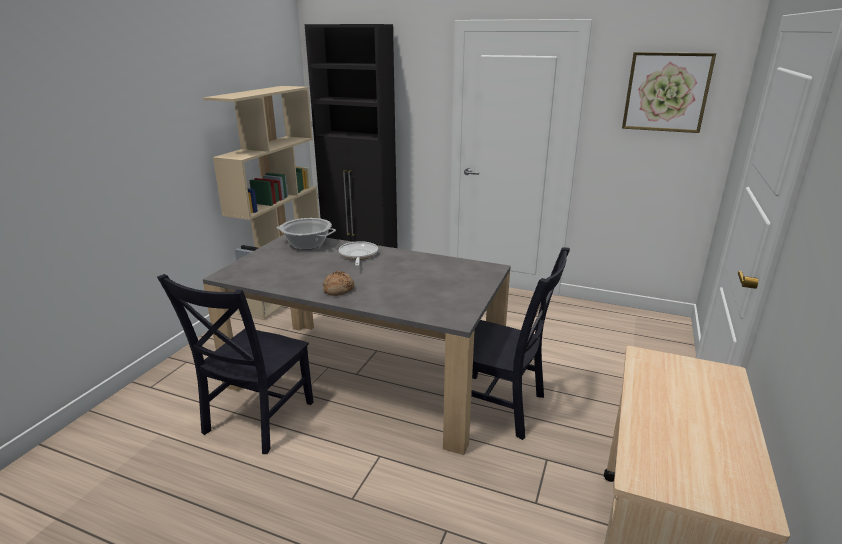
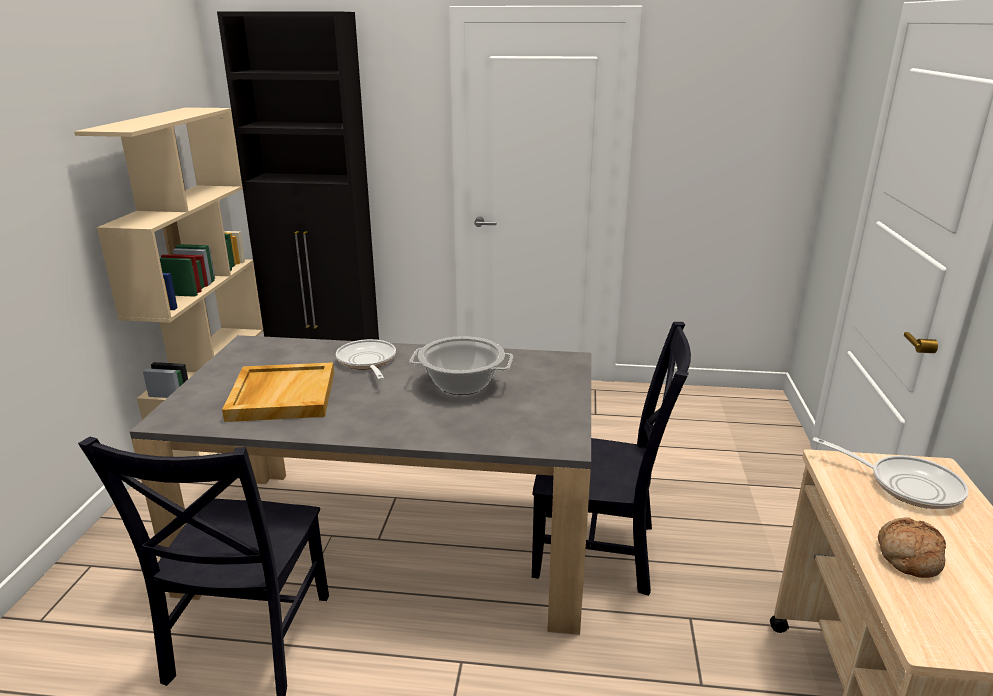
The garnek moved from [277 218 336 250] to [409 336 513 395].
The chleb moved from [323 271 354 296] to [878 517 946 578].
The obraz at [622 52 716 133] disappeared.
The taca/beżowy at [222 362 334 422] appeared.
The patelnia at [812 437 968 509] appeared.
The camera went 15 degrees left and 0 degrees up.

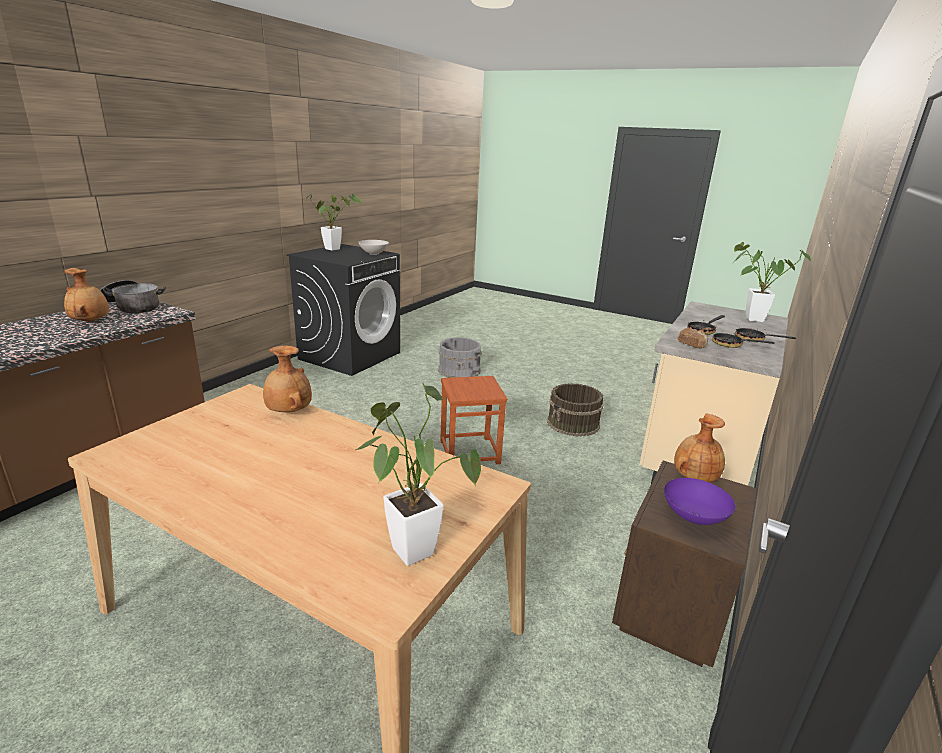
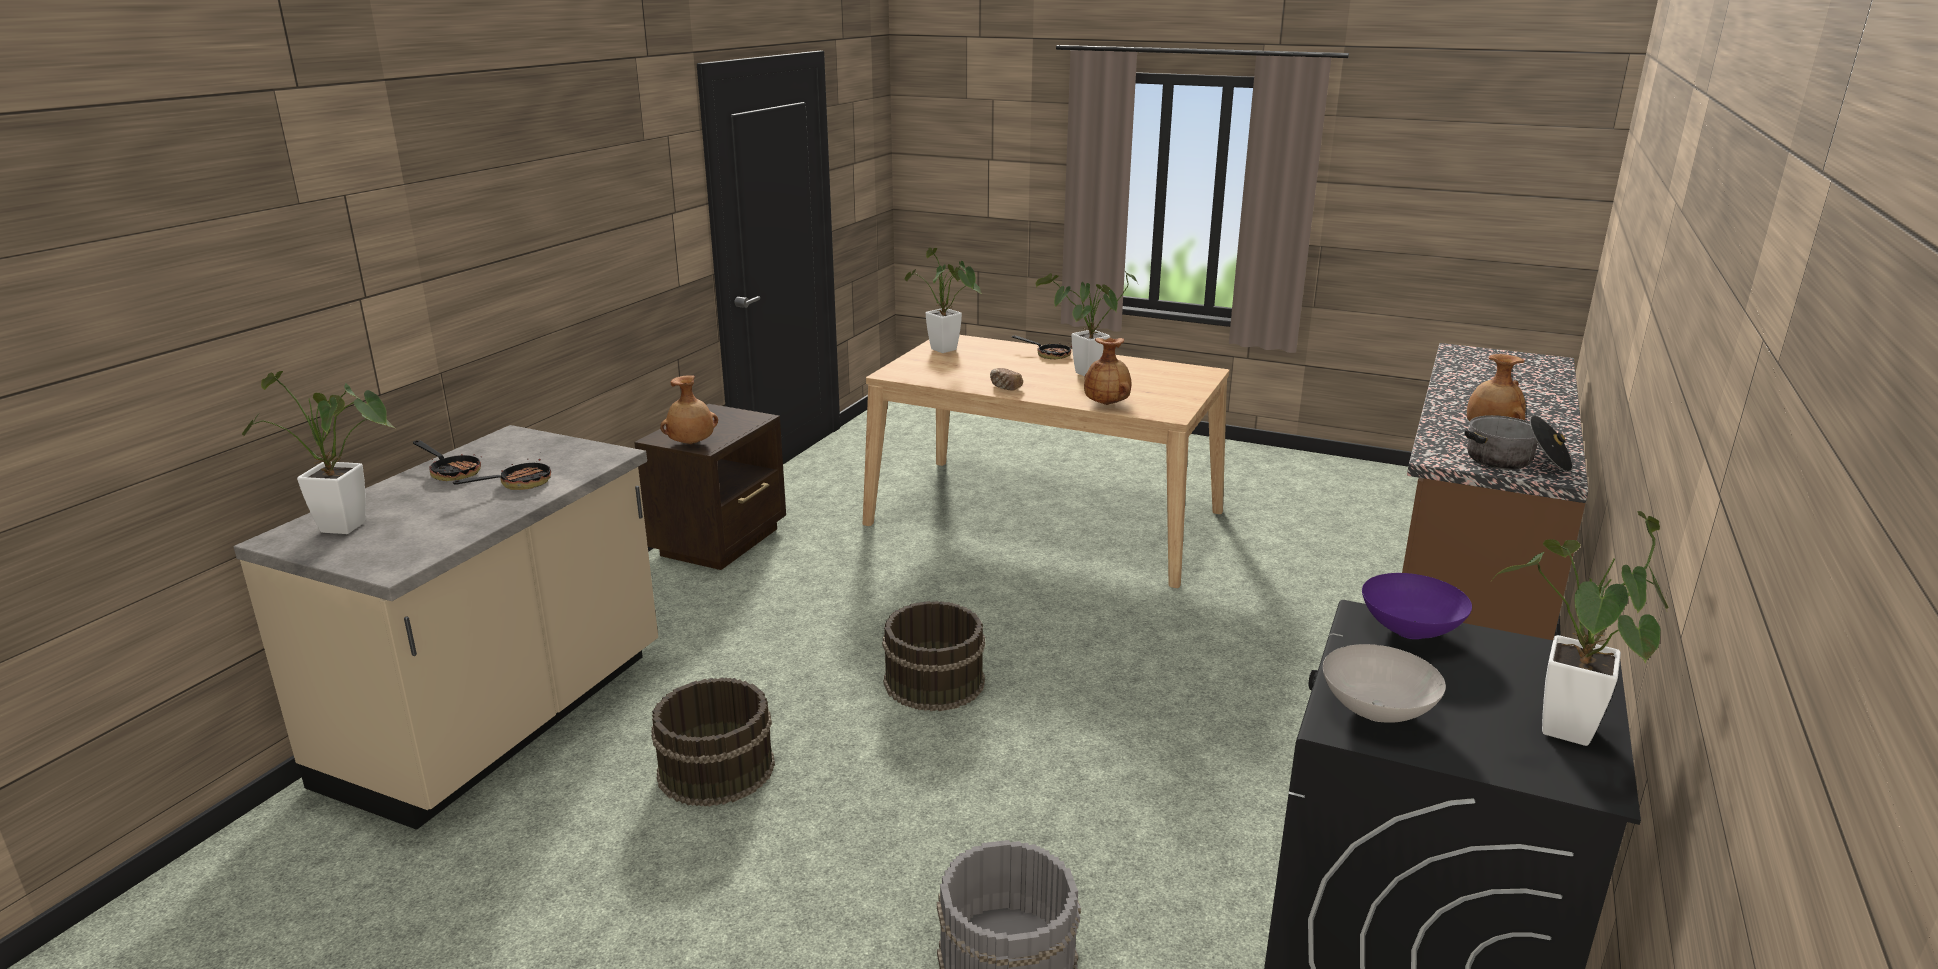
The stołek/brązowy at [440 376 507 464] was replaced by the wiadro/brązowy at [882 601 985 711].
The miska/fioletowy moved from [664 478 736 525] to [1362 573 1472 639].
The chleb moved from [678 328 708 348] to [990 368 1023 391].
The patelnia moved from [712 329 775 348] to [1012 336 1072 359].
The roślina doniczkowa at [1035 271 1138 376] appeared.
The camera went 175 degrees right and 0 degrees up.

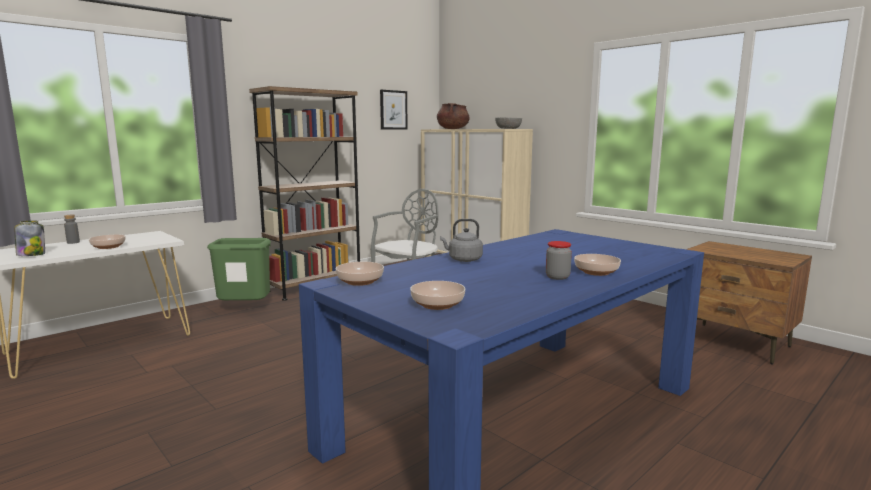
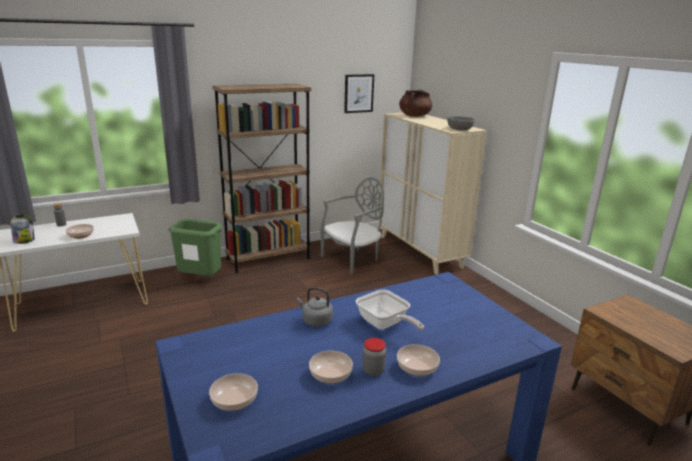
The miska moved from [335 262 384 286] to [309 351 353 384].
The patelnia at [356 290 424 331] appeared.
The camera went 15 degrees right and 10 degrees up.

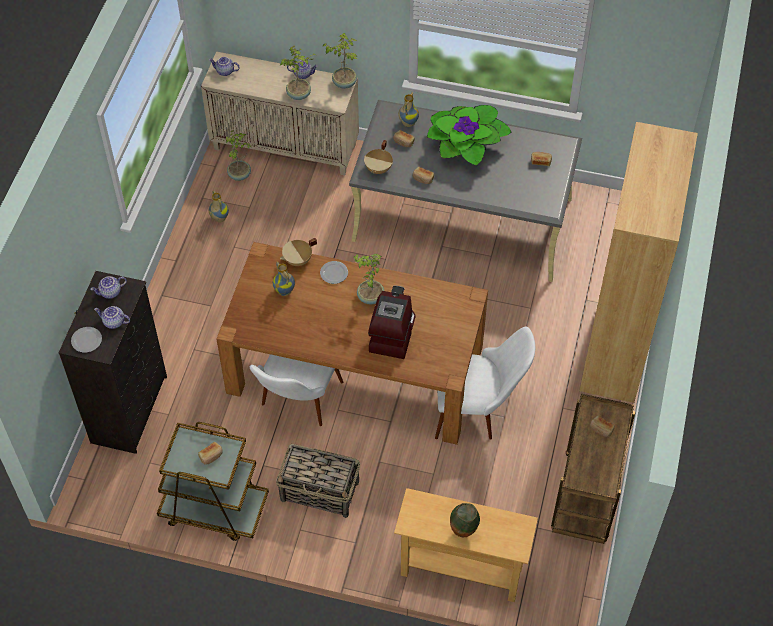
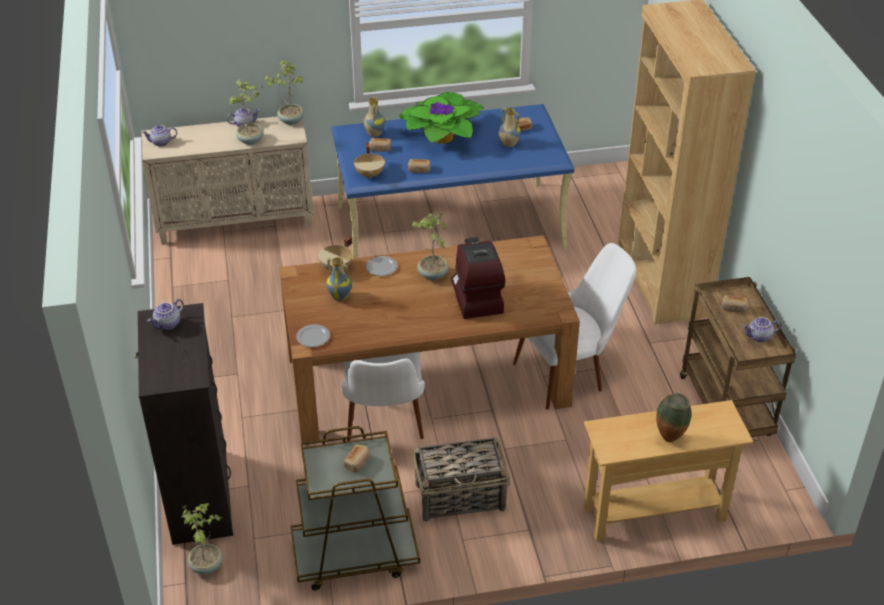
The talerz moved from [71 327 102 353] to [296 324 330 347].
The imbryk moved from [94 306 130 329] to [743 317 781 342].
The wazon moved from [209 190 229 222] to [499 108 521 147].
The roślina doniczkowa moved from [226 130 251 181] to [181 503 223 574].
The biurko/szary at [349 100 582 282] became the biurko/niebieski at [331 104 574 258].
The camera went 25 degrees left and 15 degrees down.

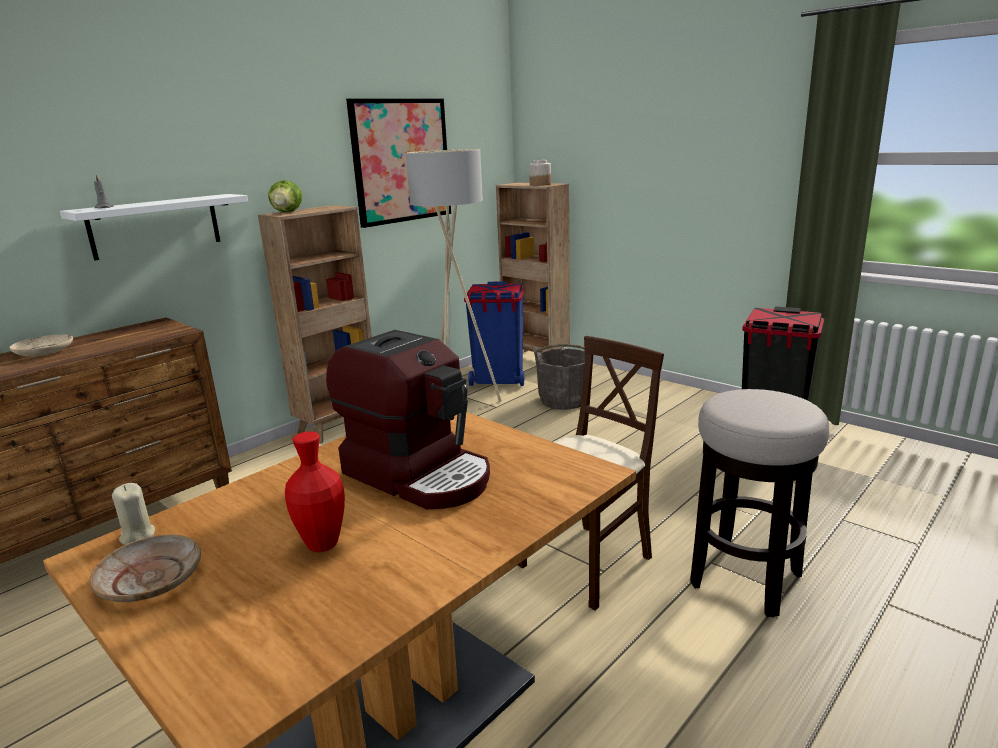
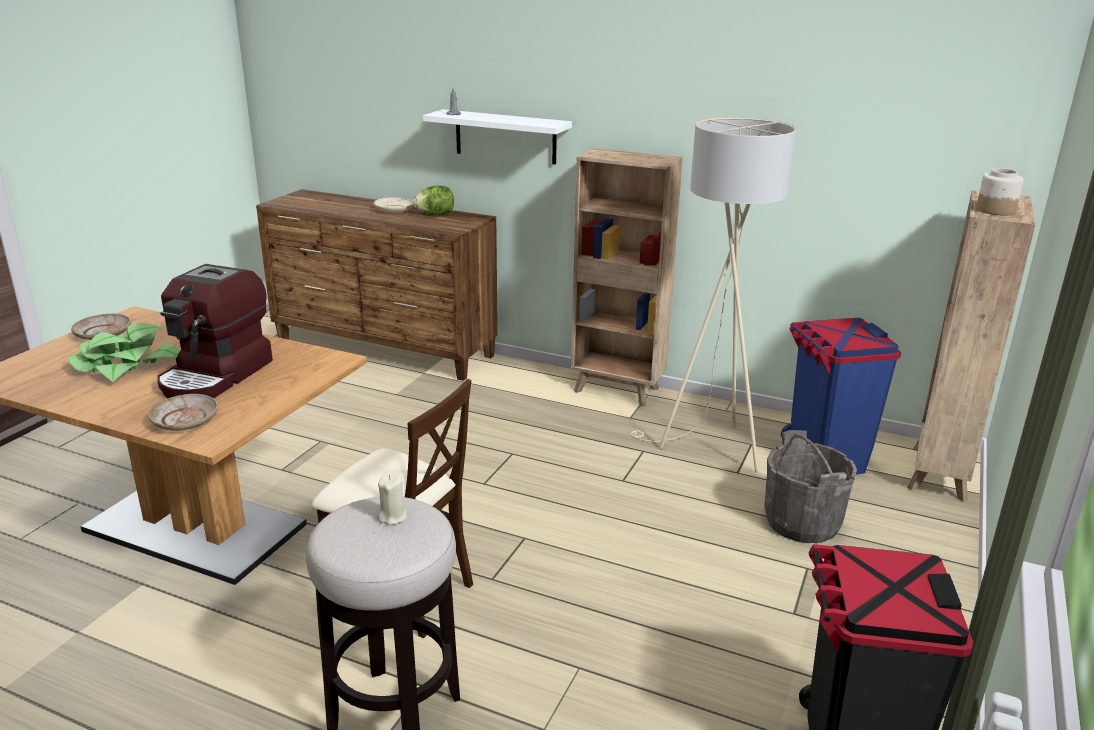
The świeca/beżowy moved from [112 483 155 545] to [377 473 407 525].
The sałata moved from [268 180 302 212] to [413 185 454 216].
The wazon/czerwony at [285 432 345 552] was replaced by the roślina doniczkowa at [68 323 180 382].
The obraz at [346 98 451 228] disappeared.
The talerz/beżowy at [148 394 218 431] appeared.
The camera went 70 degrees right and 5 degrees up.

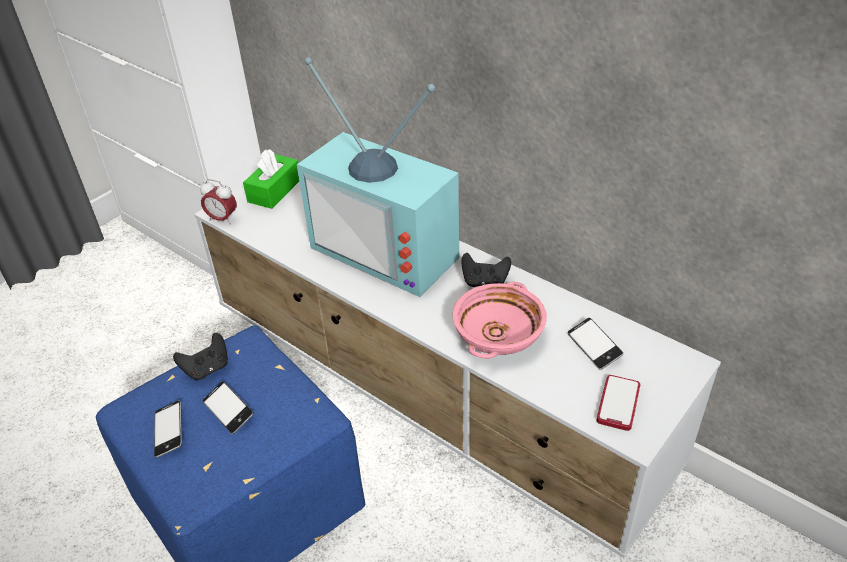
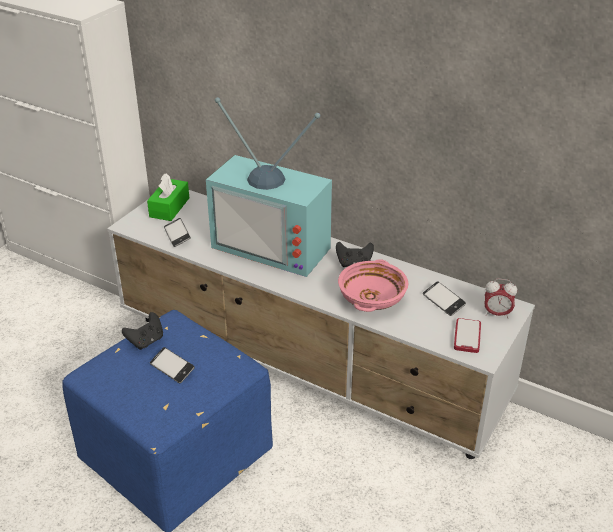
The telefon moved from [154 400 182 458] to [164 218 191 247].
The budzik moved from [200 179 237 225] to [484 278 517 319].
The camera went 10 degrees left and 5 degrees down.

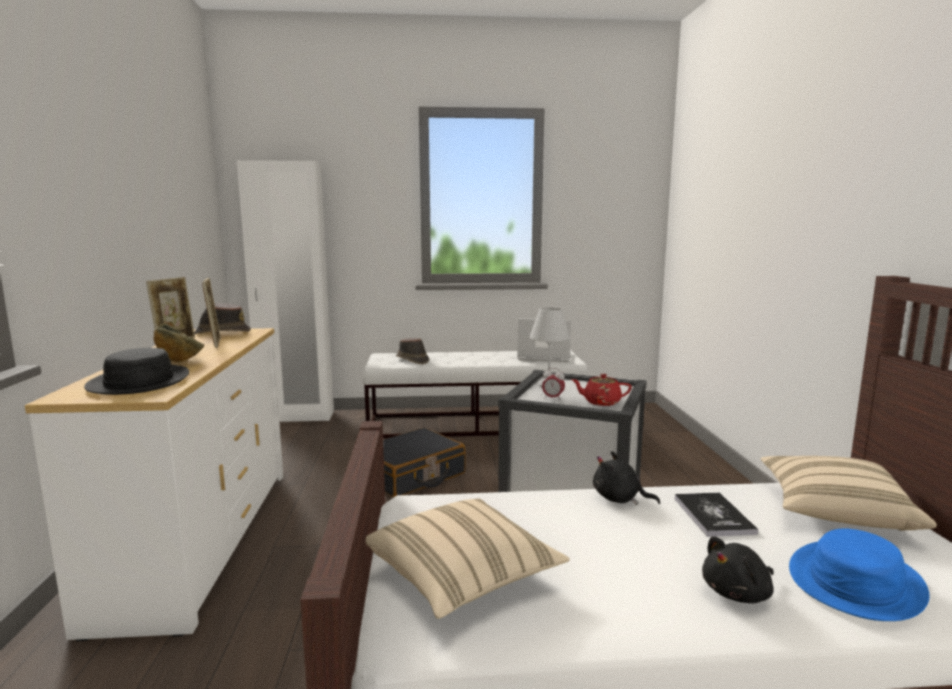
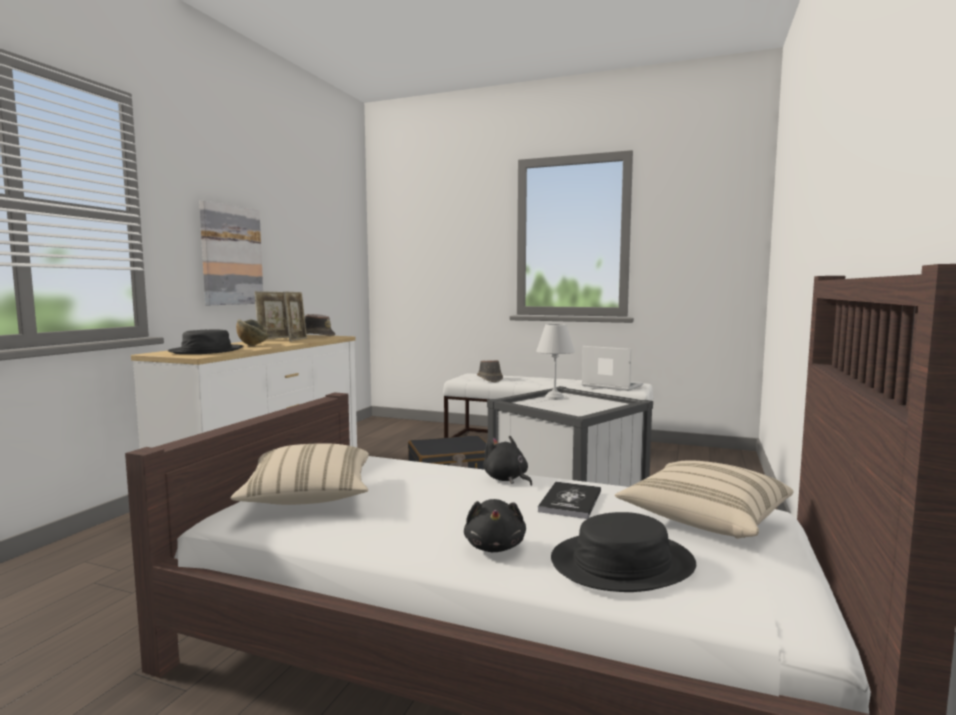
The szafa/biały at [237 160 334 422] disappeared.
The budzik at [542 368 565 400] disappeared.
The imbryk/czerwony at [571 374 632 406] disappeared.
The pluszak/czarny at [702 536 774 603] turned 90 degrees counterclockwise.
The kapelusz/niebieski at [789 528 929 621] became the kapelusz/czarny at [551 512 696 592].
The obraz at [199 201 263 305] appeared.
The camera went 25 degrees right and 5 degrees down.

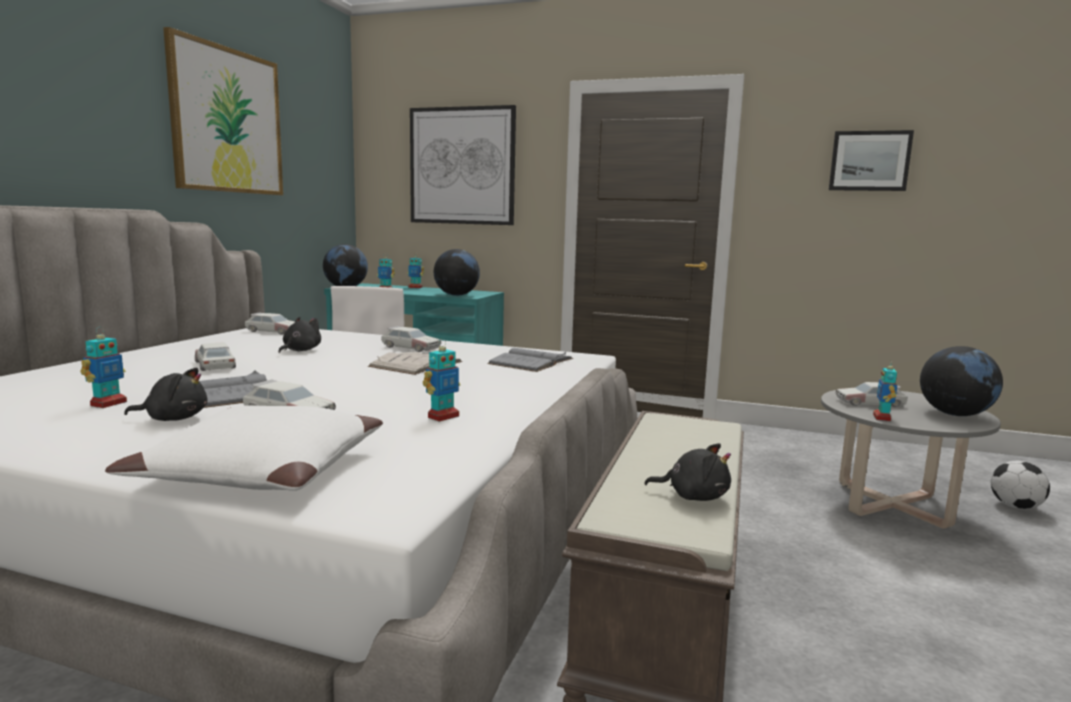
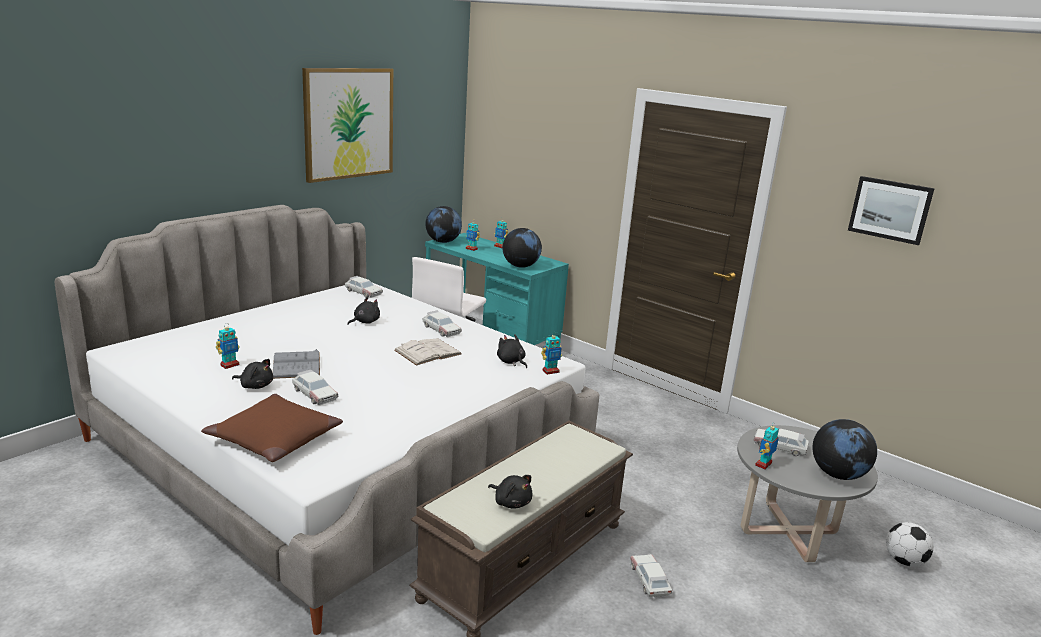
The poduszka/biały at [105 405 383 491] became the poduszka/brązowy at [201 394 343 462].
The samochodzik moved from [195 343 236 371] to [630 554 672 599].
The obraz at [410 105 516 225] disappeared.
The robot zabawkowy moved from [423 338 460 422] to [541 332 562 375].
The książka/szary at [487 348 573 372] was replaced by the pluszak/czarny at [497 334 527 368].
The camera went 20 degrees right and 10 degrees up.

